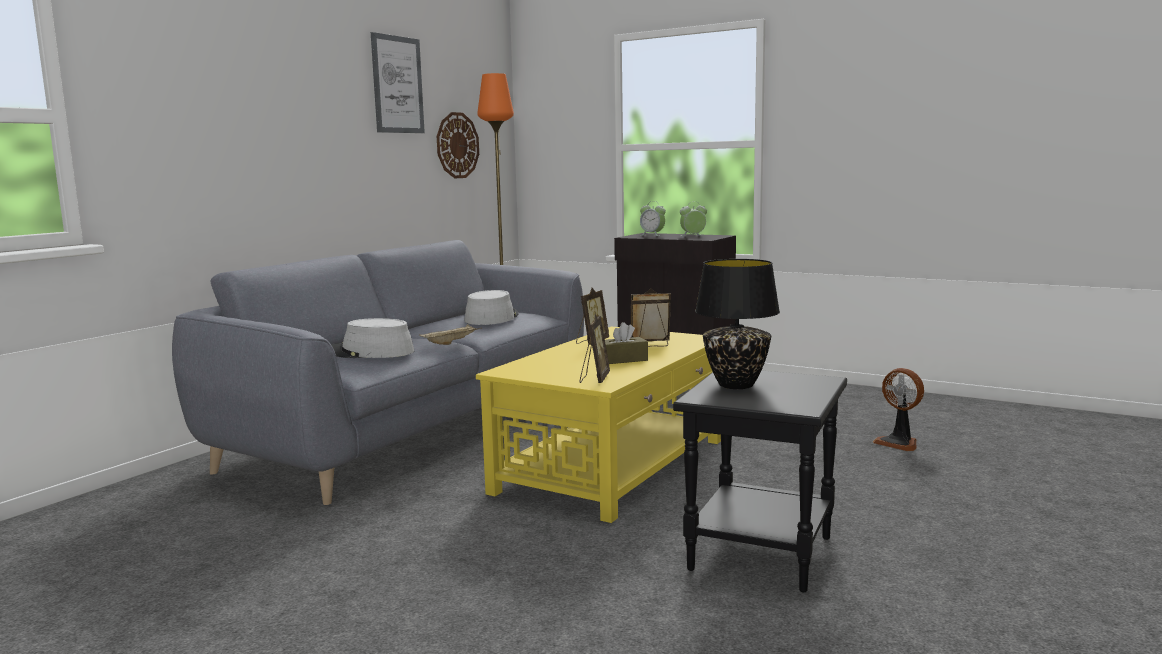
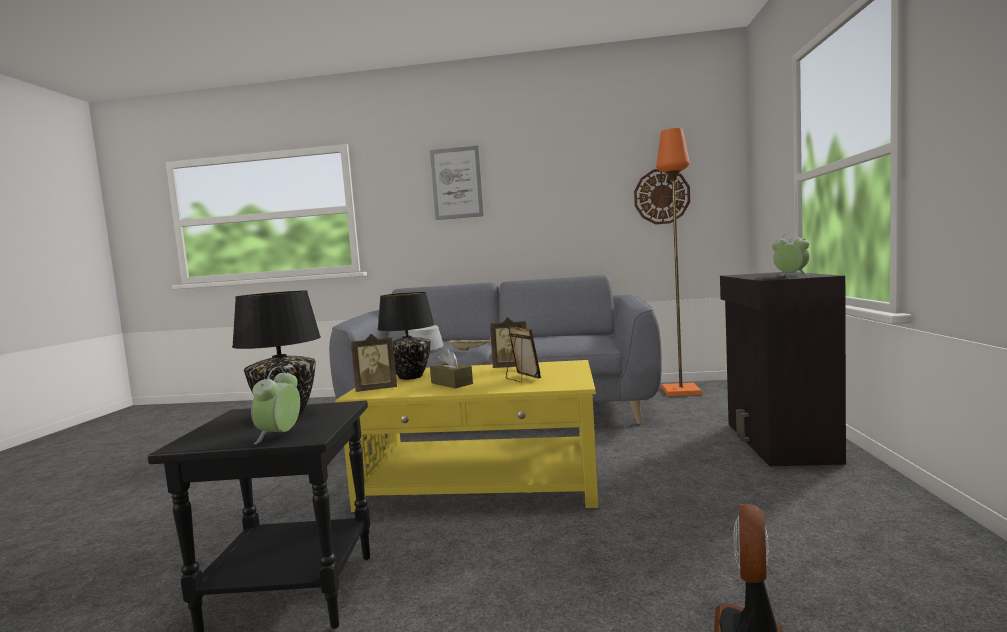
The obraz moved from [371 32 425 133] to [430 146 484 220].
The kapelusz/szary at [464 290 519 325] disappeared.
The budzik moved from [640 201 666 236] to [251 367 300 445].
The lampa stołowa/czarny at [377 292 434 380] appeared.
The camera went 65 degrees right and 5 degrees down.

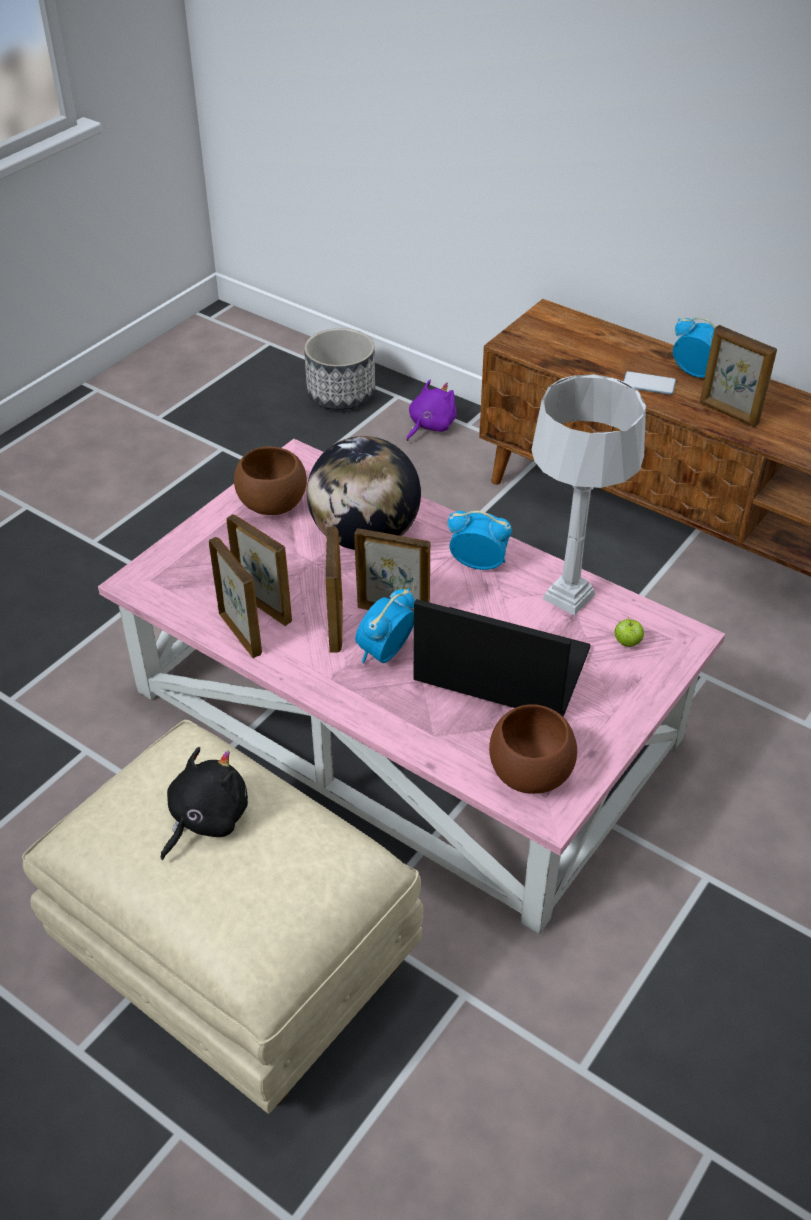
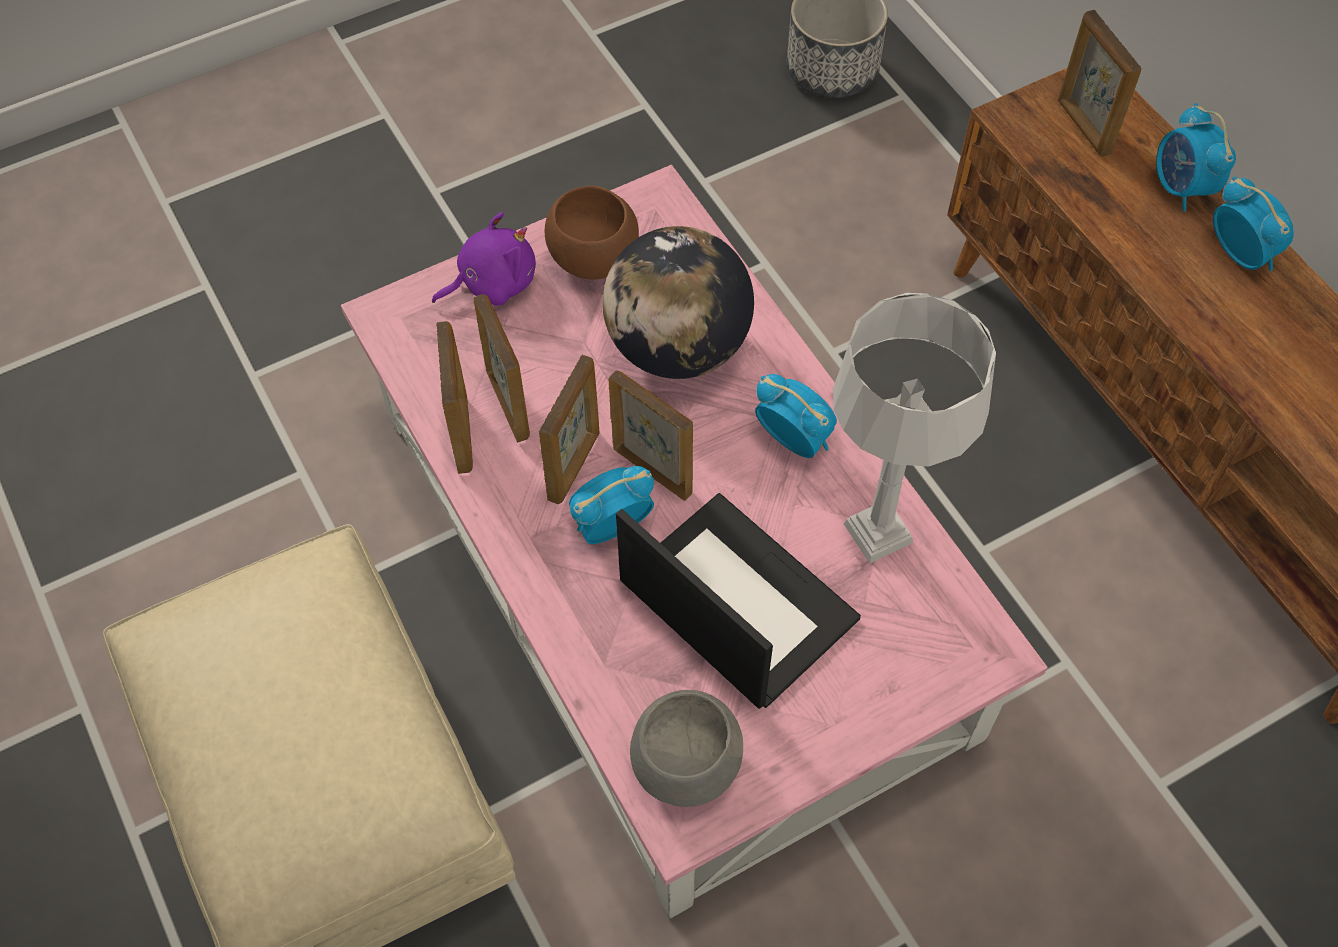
The pluszak/czarny at [160 747 248 860] disappeared.
The pluszak/fioletowy moved from [407 380 457 441] to [432 212 536 306].
The miska/brązowy at [489 705 577 794] became the miska/szary at [630 690 743 807].
The jabłko at [614 617 644 647] disappeared.
The telefon at [623 371 676 395] disappeared.
The ramka na zdjęcie moved from [700 325 777 427] to [1058 10 1142 157].
The budzik at [1156 103 1236 212] appeared.
The camera went 25 degrees right and 15 degrees up.

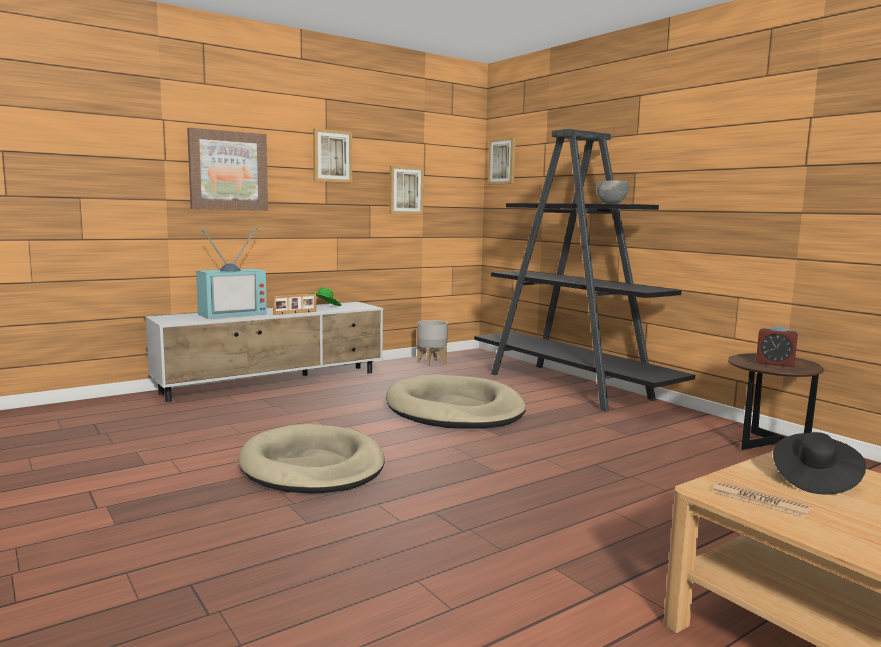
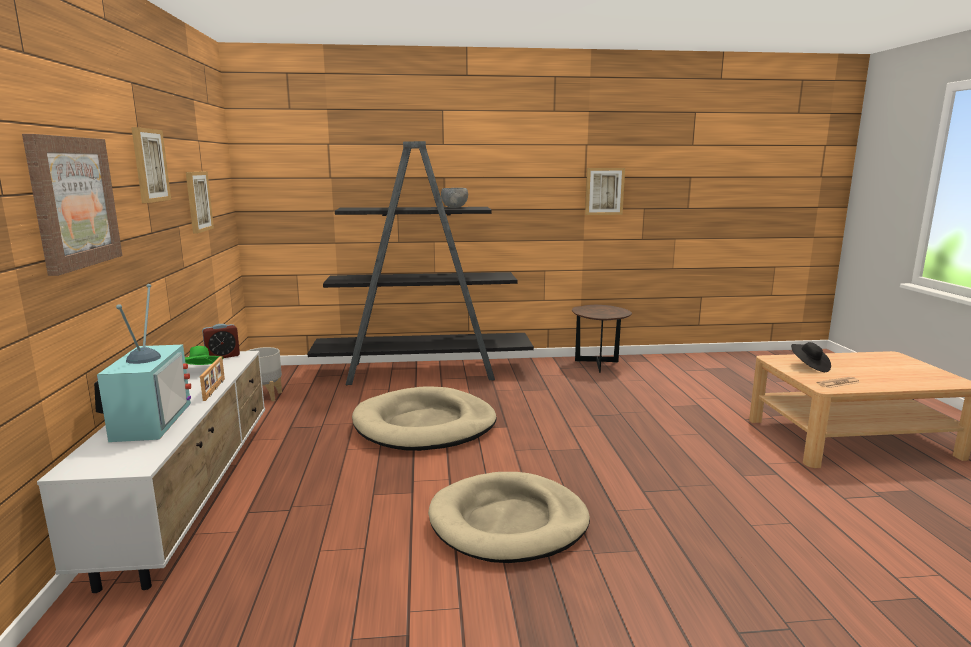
The obraz moved from [488 137 516 185] to [585 168 625 215].
The budzik moved from [756 326 798 367] to [202 324 240 358].
The camera went 60 degrees left and 5 degrees up.

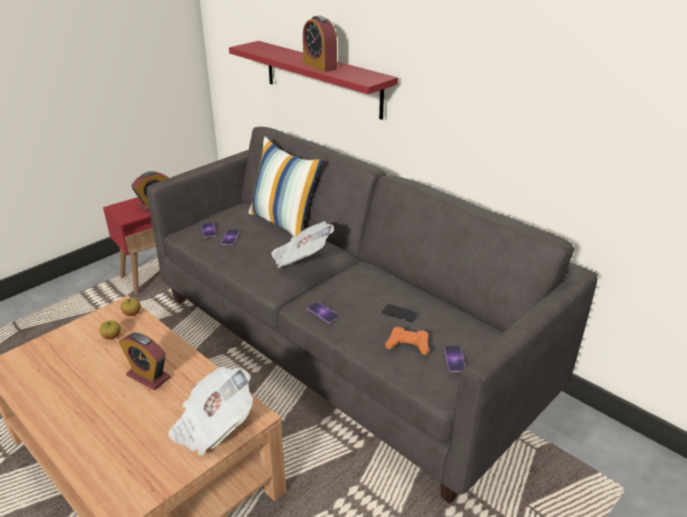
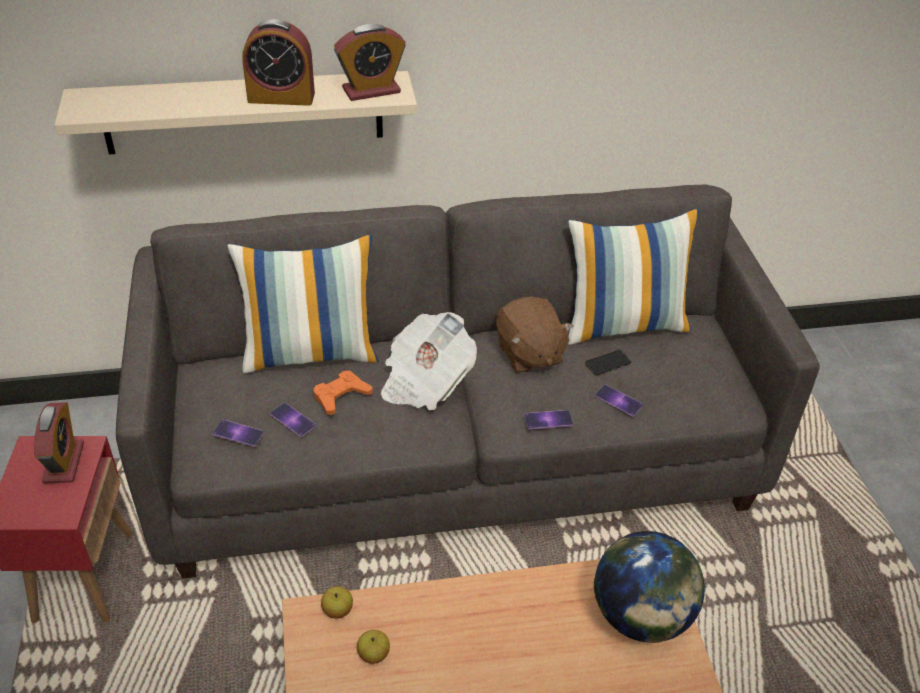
The budzik moved from [119 332 171 390] to [334 24 406 101].
The gazeta at [168 366 253 456] was replaced by the globus at [594 531 705 643].
The półka/czerwony at [229 41 398 120] became the półka/beżowy at [55 71 417 154].
The pad do gier/pomarańczowy moved from [385 327 429 355] to [313 370 373 415].
The telefon moved from [444 346 465 372] to [595 385 643 416].
The pluszak/brązowy at [496 297 573 374] appeared.
The poduszka at [568 208 699 345] appeared.
The camera went 55 degrees left and 10 degrees up.

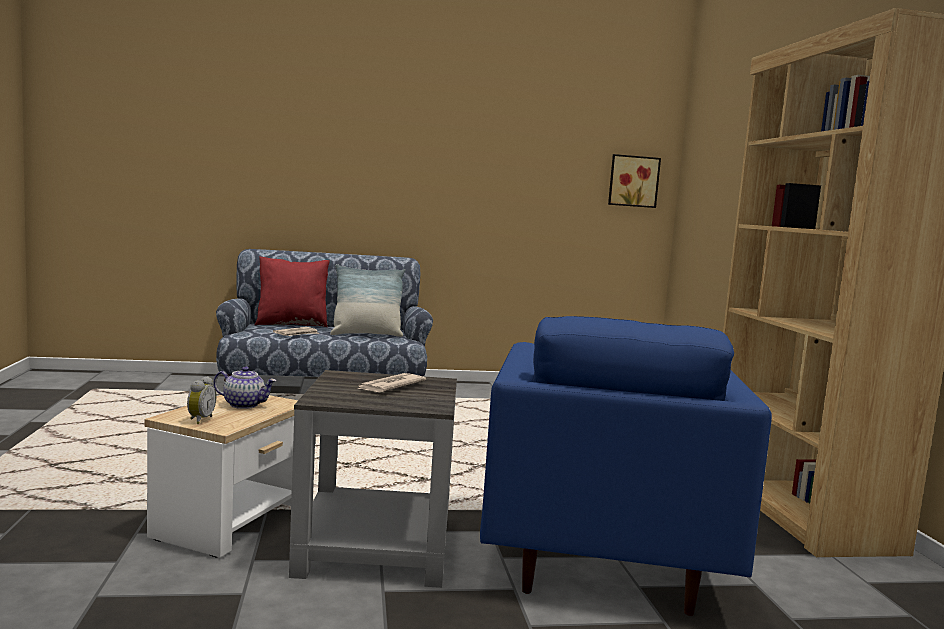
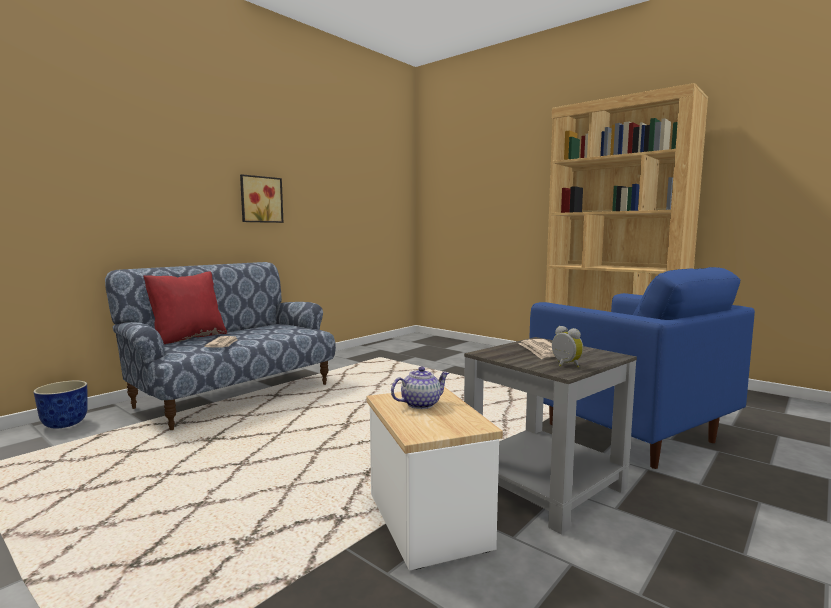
The budzik moved from [187 376 216 424] to [552 326 583 368].
The poduszka at [330 264 405 337] disappeared.
The obraz moved from [608 154 661 208] to [240 174 283 223].
The donica at [33 381 88 428] appeared.
The camera went 40 degrees left and 0 degrees up.

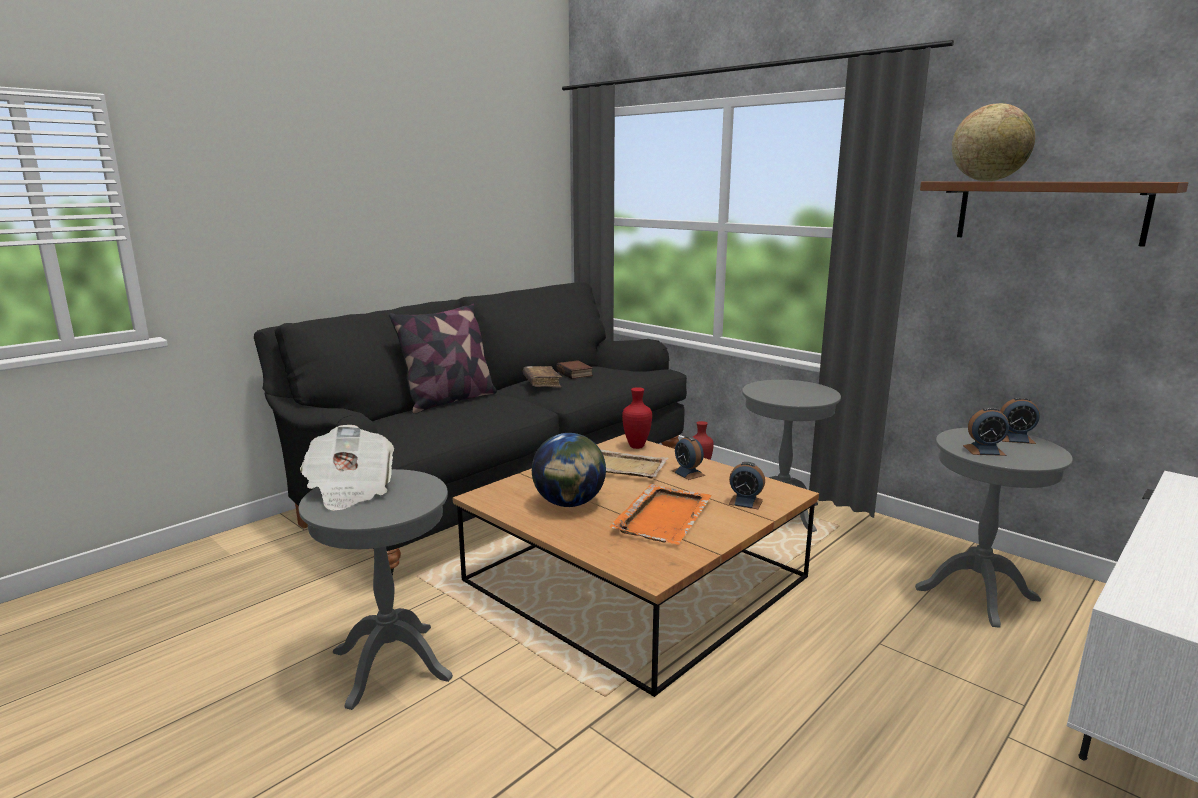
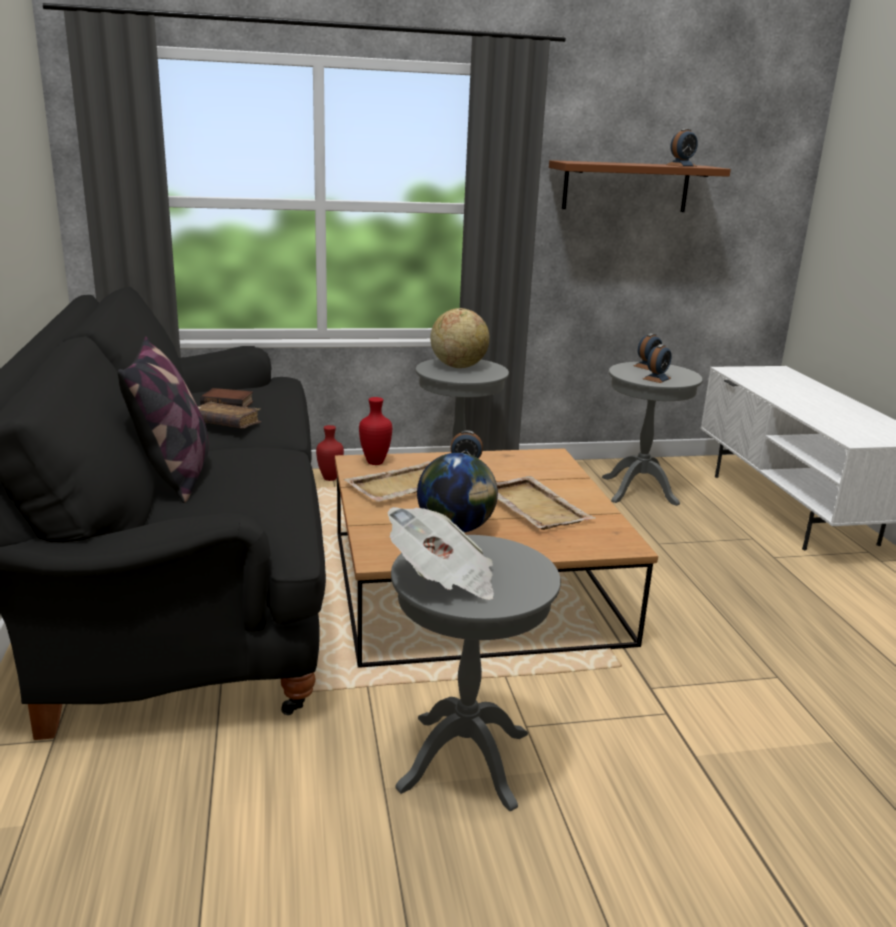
The taca/pomarańczowy at [610 484 712 545] became the taca/beżowy at [497 476 596 530].
The budzik moved from [728 462 765 510] to [666 129 698 167].
The globus moved from [952 103 1035 181] to [430 308 490 368].
The camera went 55 degrees left and 5 degrees up.

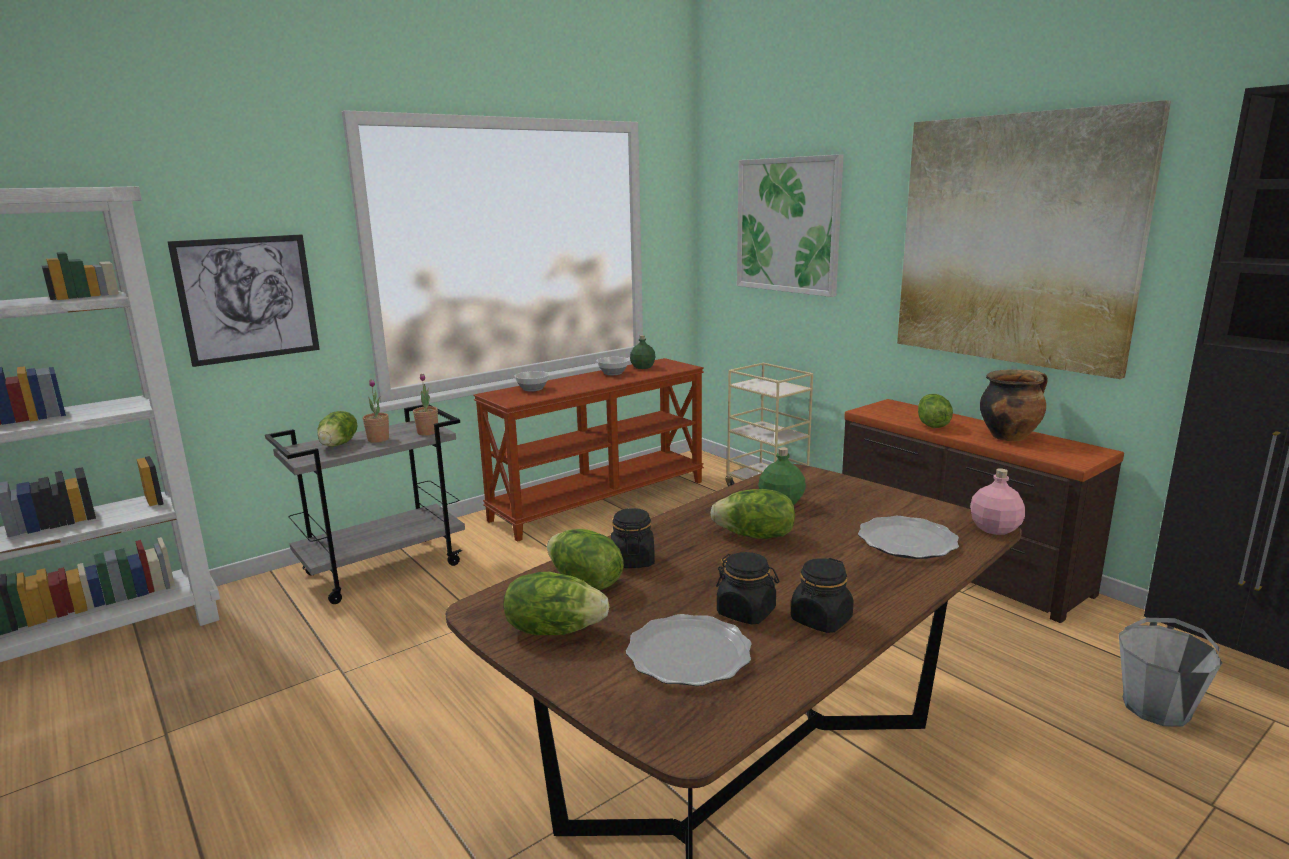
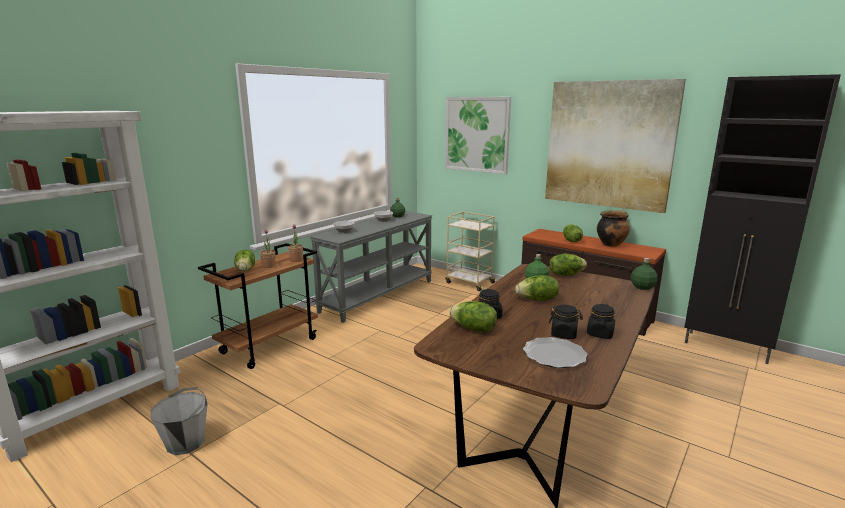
The obraz at [167 234 320 367] disappeared.
The wózek/szary at [265 405 465 604] became the wózek/brązowy at [198 243 318 369].
The stolik konsolowy/brązowy at [473 358 704 542] became the stolik konsolowy/szary at [310 211 432 323].
The sałata moved from [503 572 610 635] to [549 254 587 276].
The talerz at [858 516 959 559] disappeared.
The butelka/różowy at [970 469 1025 535] became the butelka/zielony at [631 258 658 290].
The wiadro/szary moved from [1119 618 1222 727] to [150 387 208 455].
The camera went 15 degrees left and 0 degrees up.

